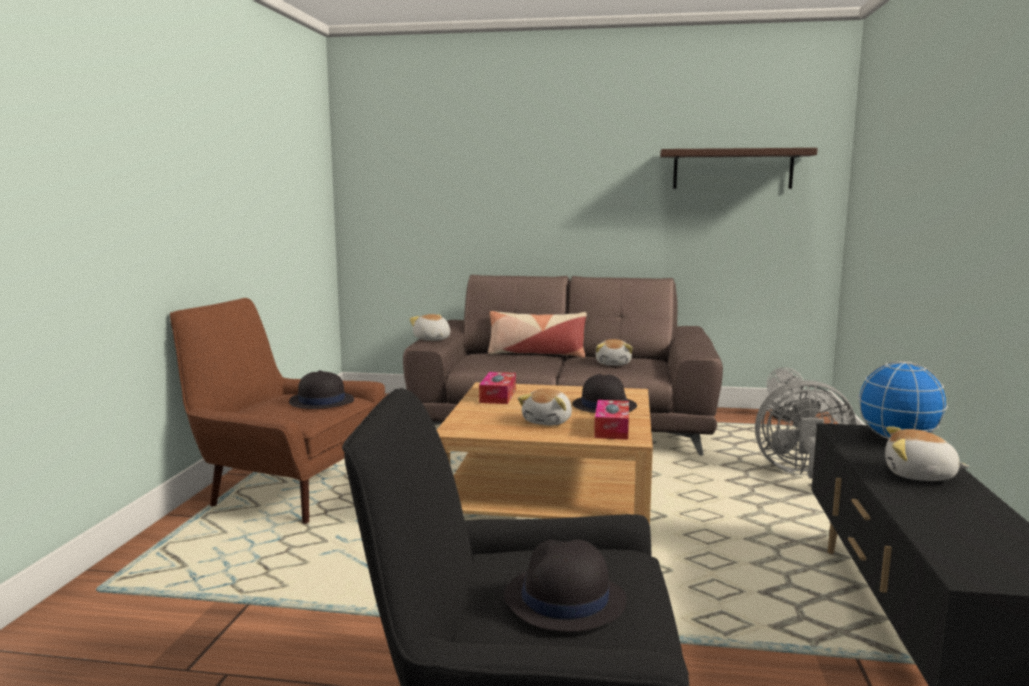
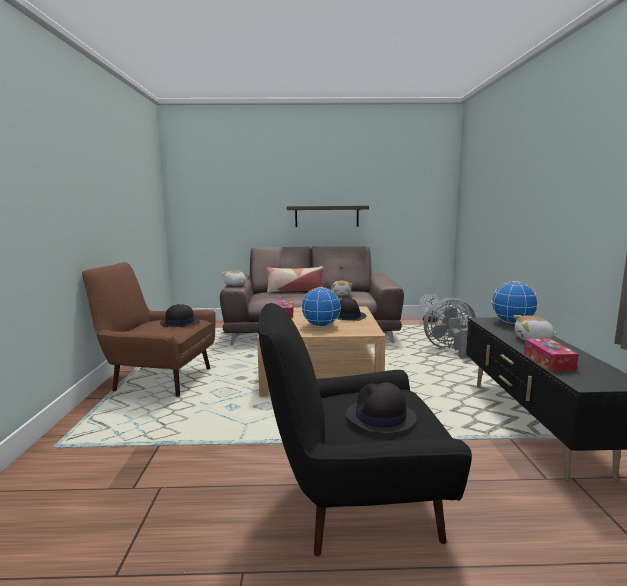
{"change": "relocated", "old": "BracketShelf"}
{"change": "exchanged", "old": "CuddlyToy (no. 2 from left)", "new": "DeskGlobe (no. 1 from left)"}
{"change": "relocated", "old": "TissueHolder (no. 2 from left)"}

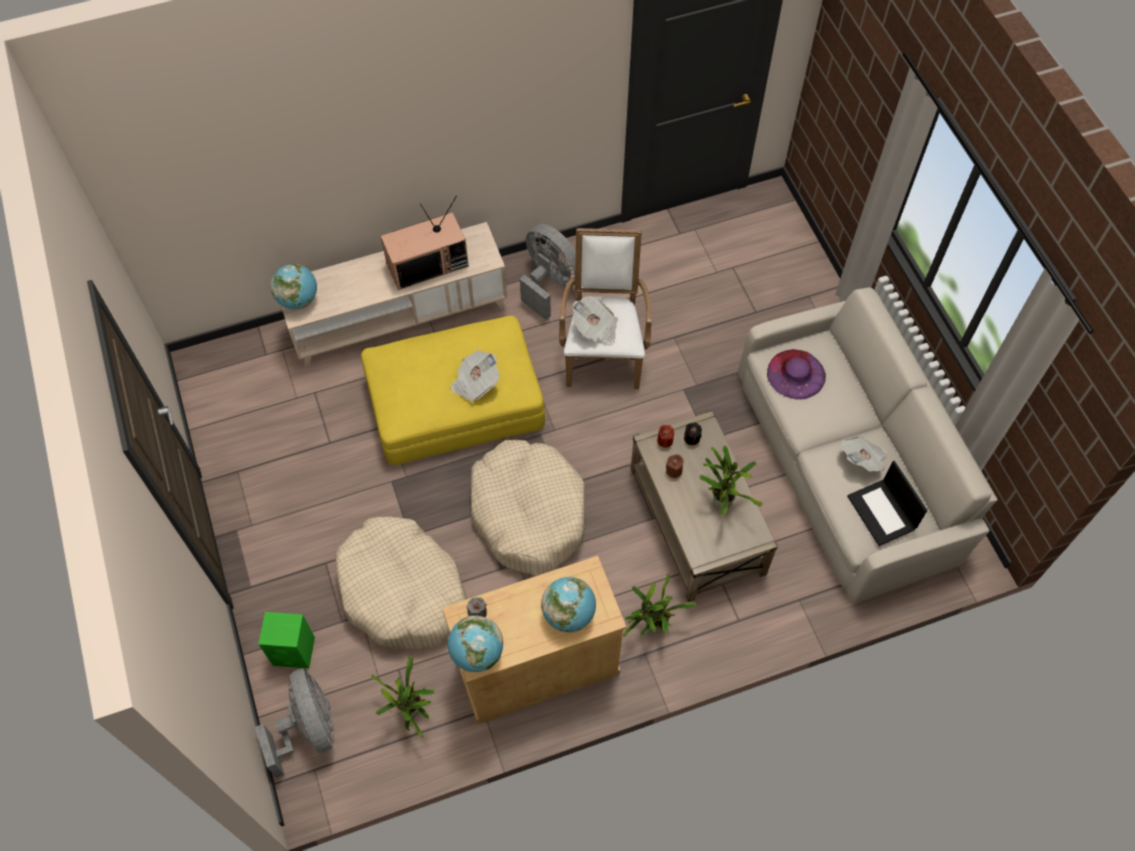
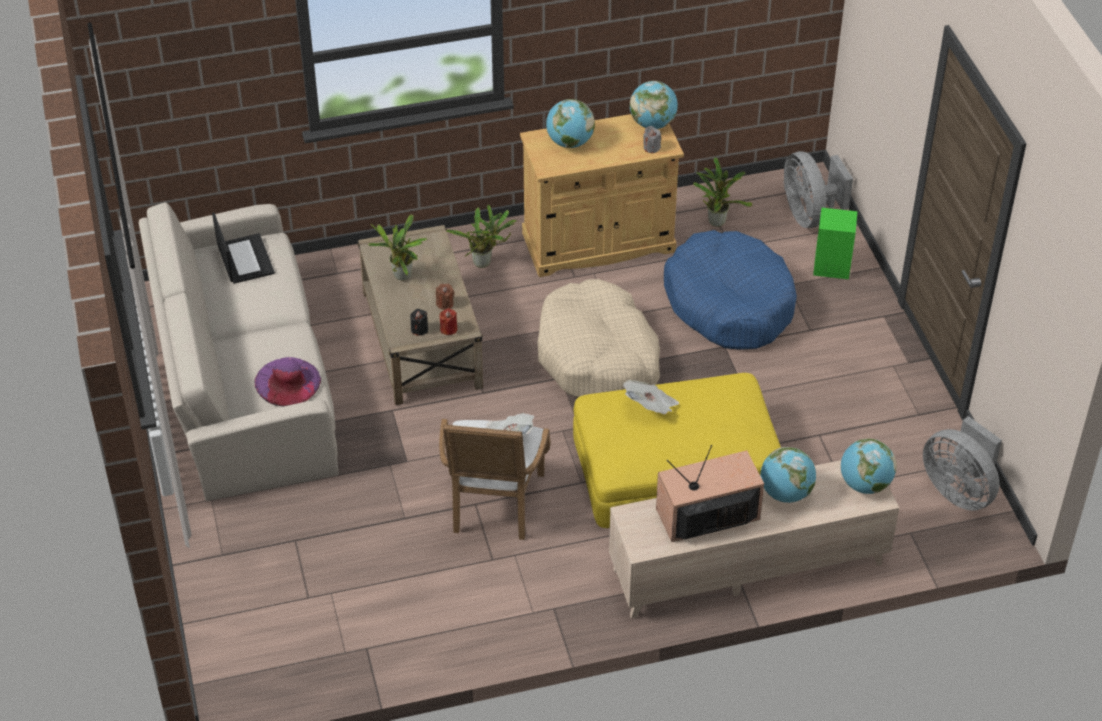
{"change": "colour", "old": "SandColouredDogCushion (no. 1 from left)", "new": "BlueDogCushion"}
{"change": "appeared", "new": "DeskGlobe (no. 3 from left)"}
{"change": "relocated", "old": "GreyFan (no. 2 from left)"}
{"change": "missing", "old": "PrintedPaper (no. 3 from left)"}

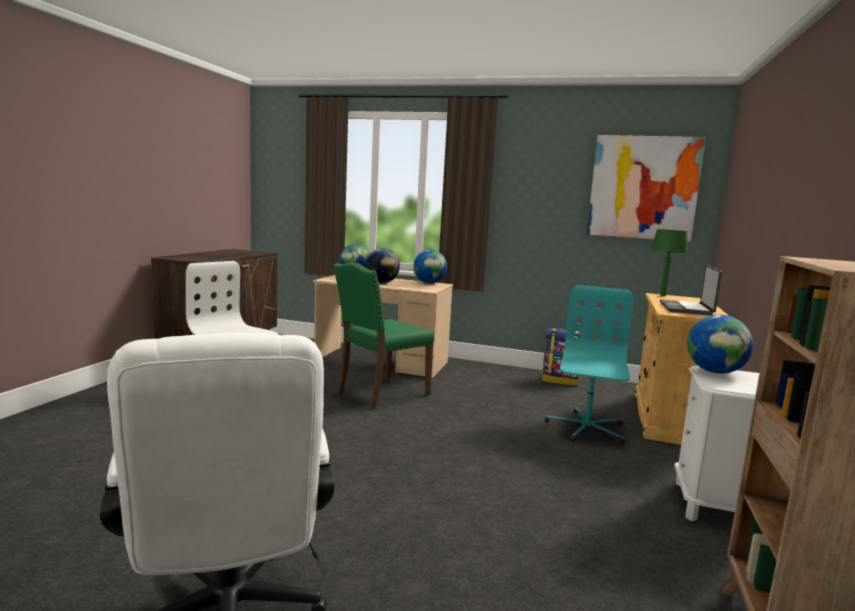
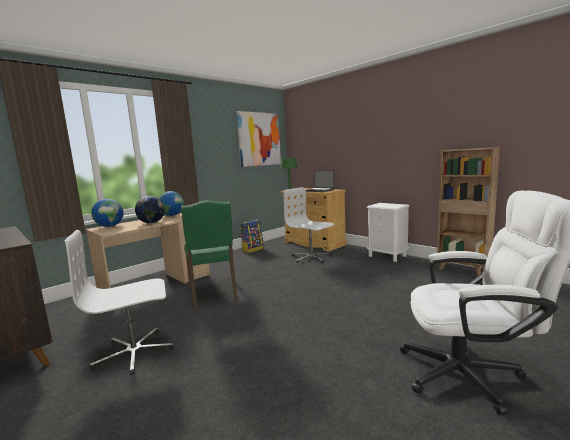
{"change": "colour", "old": "TurquoiseColouredComputerChair", "new": "WhiteColouredComputerChair (no. 2 from left)"}
{"change": "missing", "old": "DeskGlobe (no. 4 from left)"}

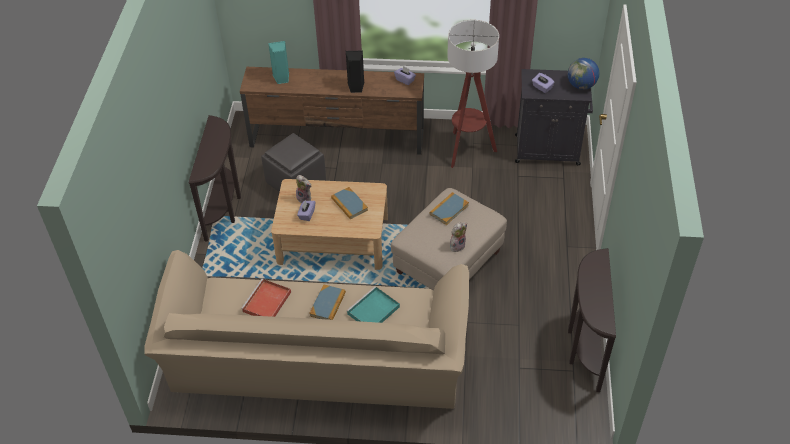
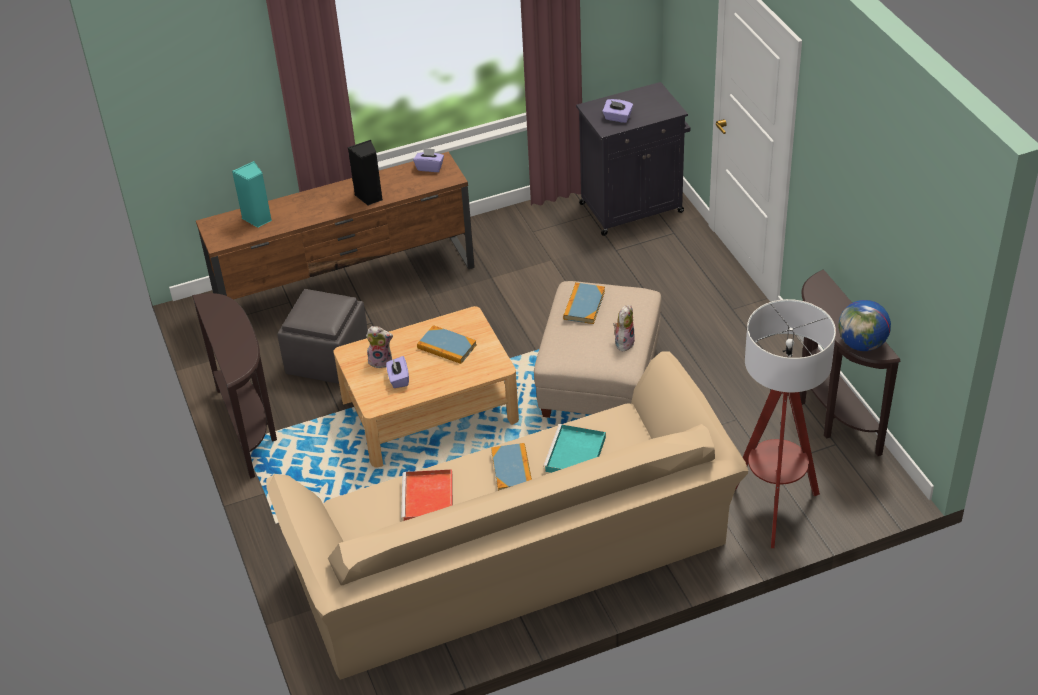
{"change": "relocated", "old": "StandingLamp"}
{"change": "relocated", "old": "DeskGlobe"}

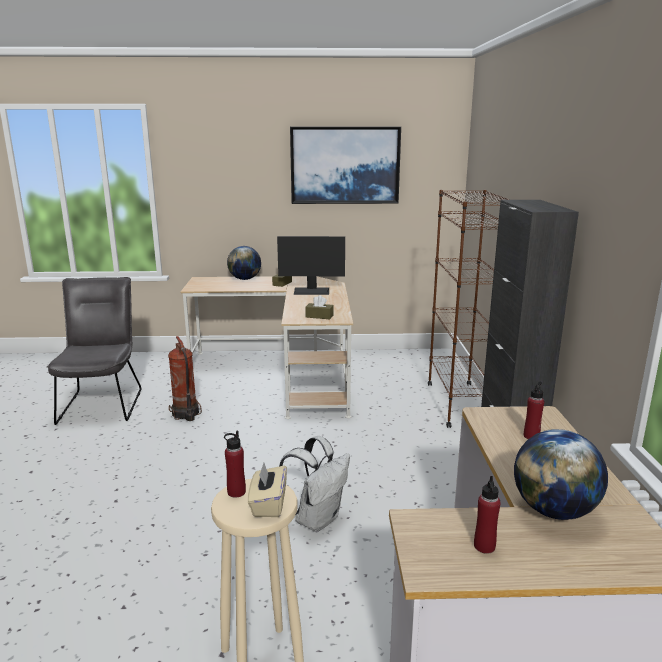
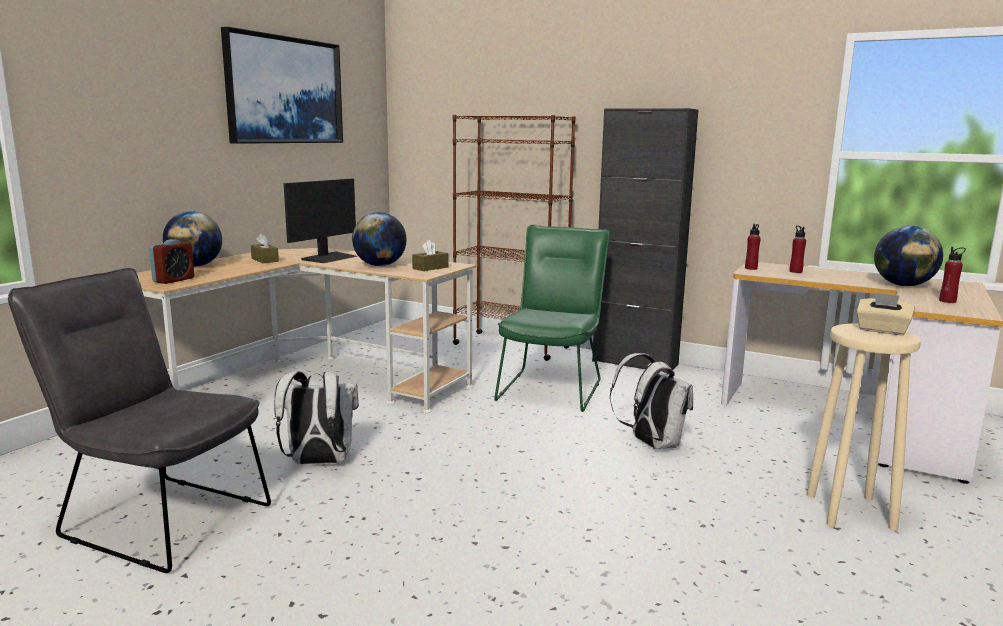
{"change": "appeared", "new": "AlarmClock"}
{"change": "exchanged", "old": "Extinguisher", "new": "WhiteColouredRucksack (no. 1 from left)"}
{"change": "appeared", "new": "DeskGlobe (no. 2 from left)"}
{"change": "appeared", "new": "GreenUprightChair"}
{"change": "relocated", "old": "RedBeverageBottle (no. 1 from left)"}

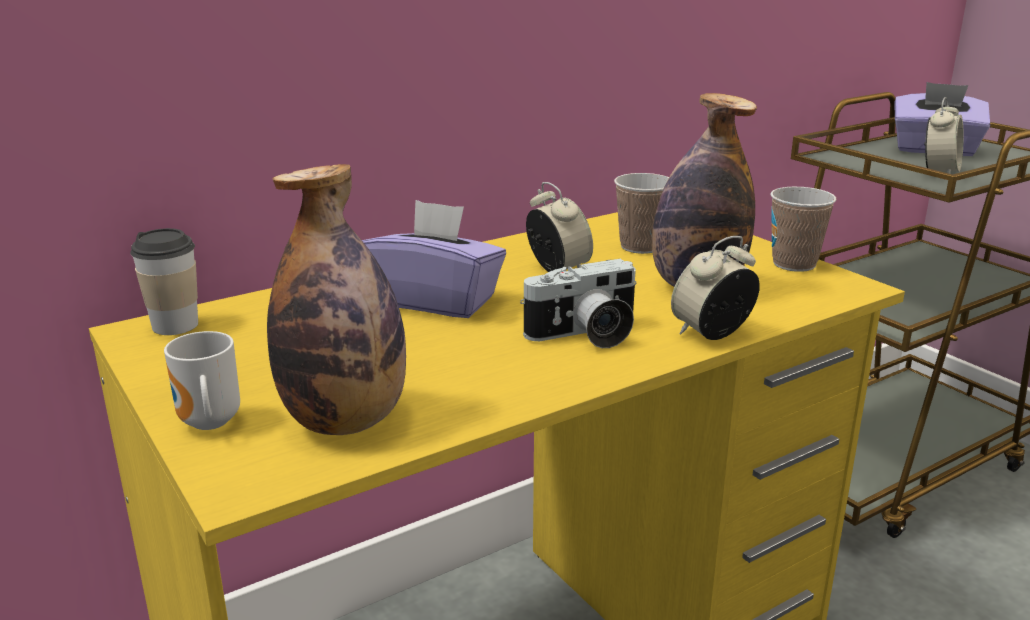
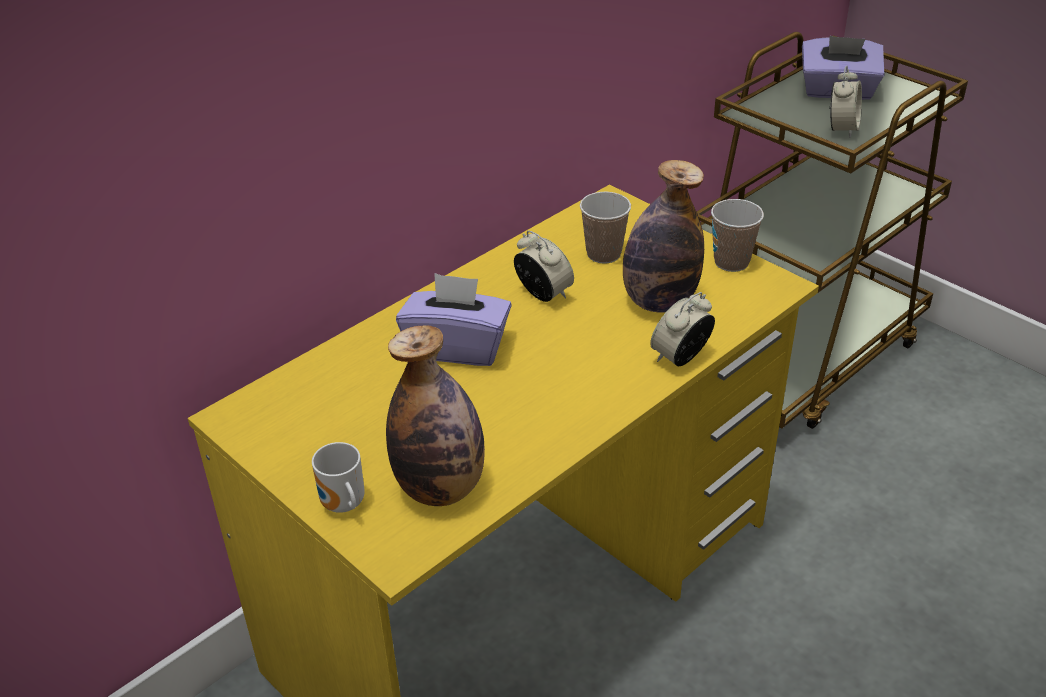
{"change": "missing", "old": "Cup (no. 1 from left)"}
{"change": "missing", "old": "StillCamera"}

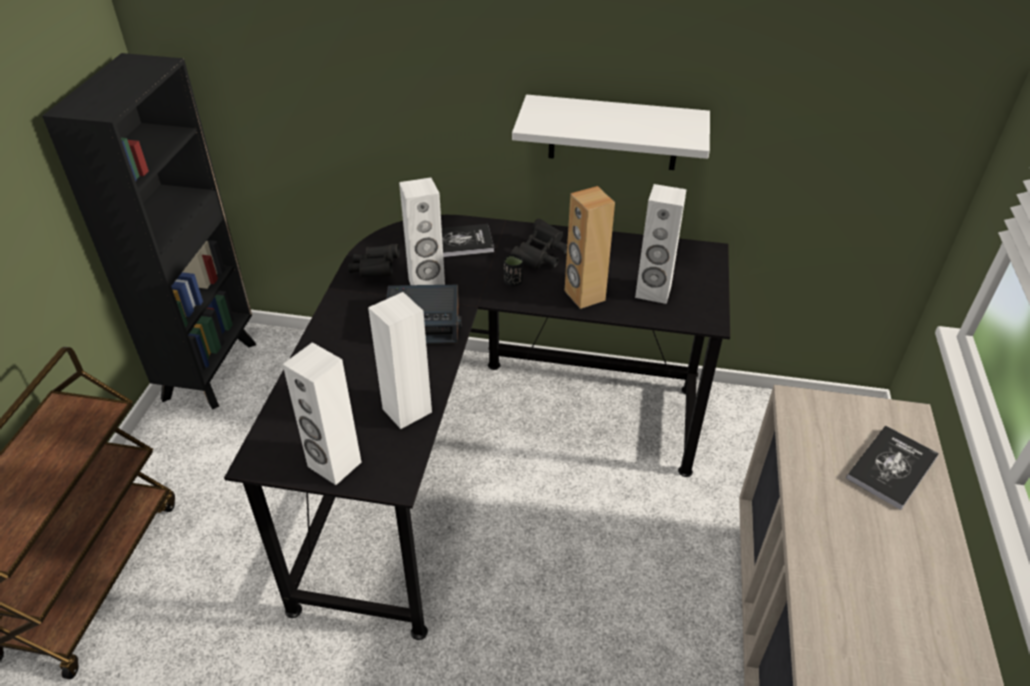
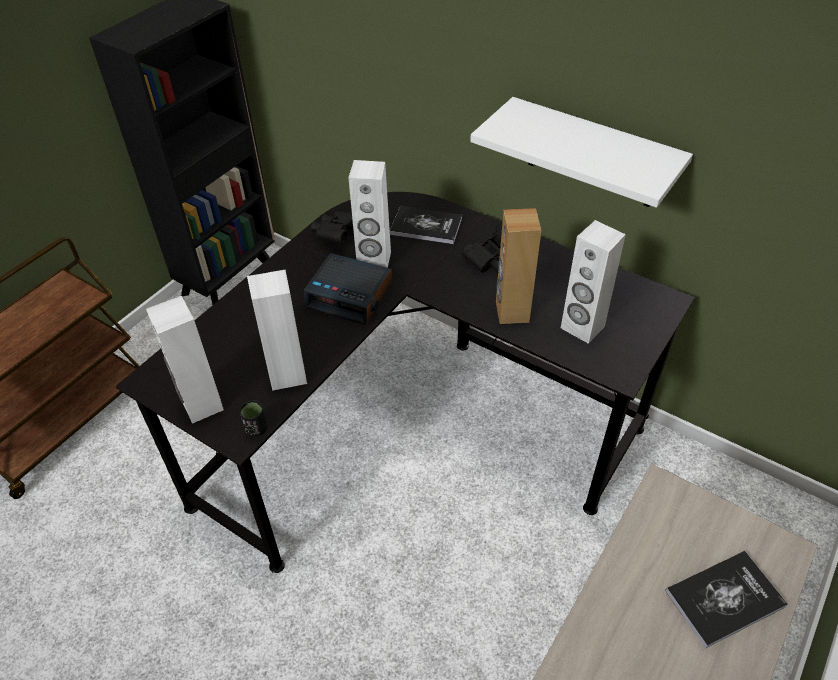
{"change": "relocated", "old": "BlackColouredCup"}

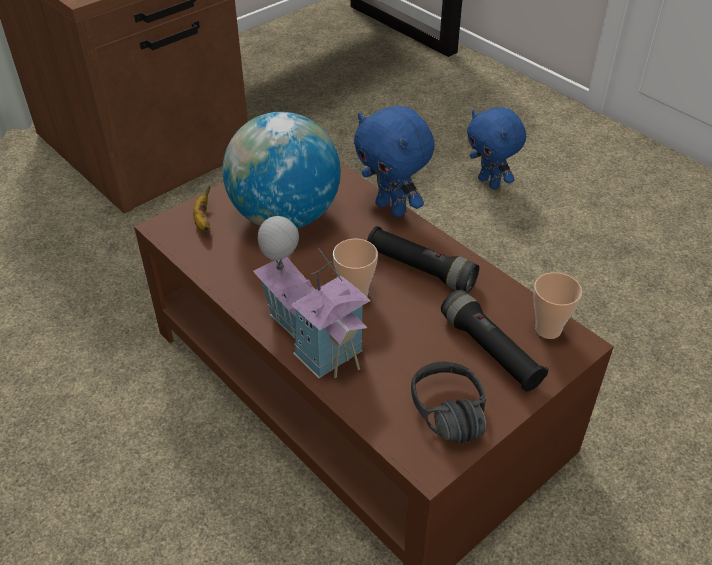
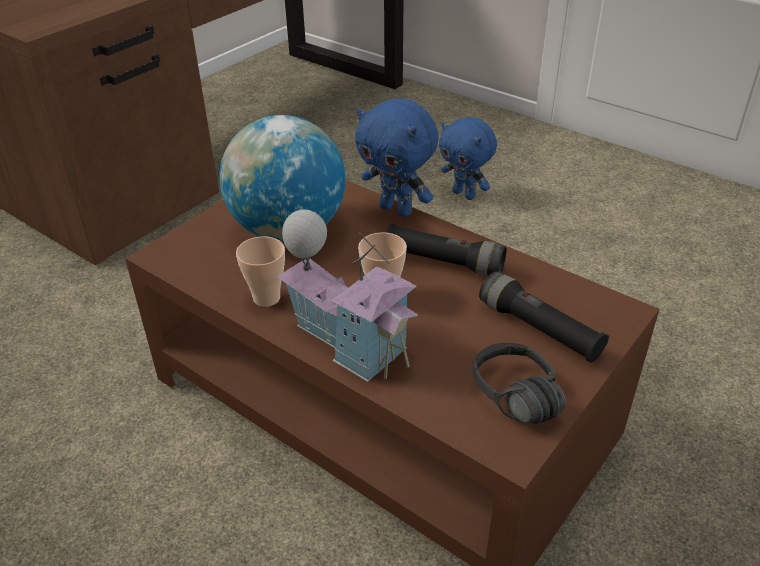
{"change": "relocated", "old": "Cup (no. 2 from left in the first image)", "new": "Cup (no. 1 from left)"}
{"change": "missing", "old": "BananaFruit"}

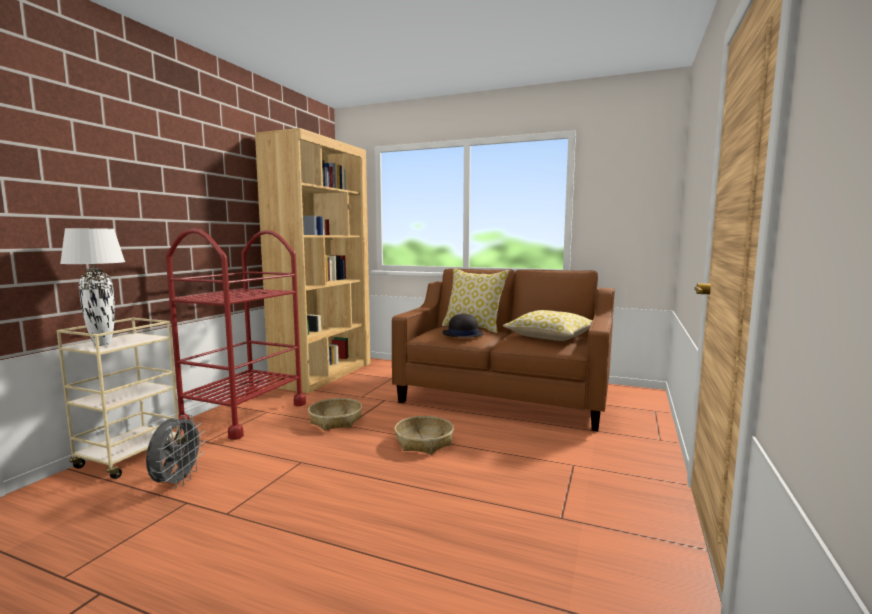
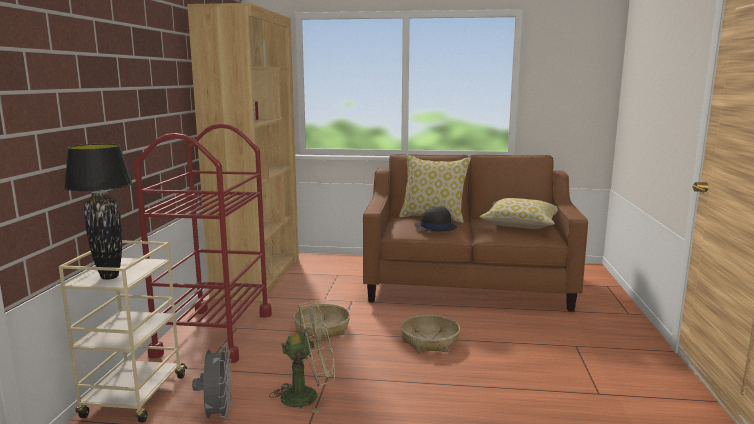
{"change": "colour", "old": "WhiteColouredTabletopLamp", "new": "BlackColouredTabletopLamp"}
{"change": "appeared", "new": "GreenFan"}

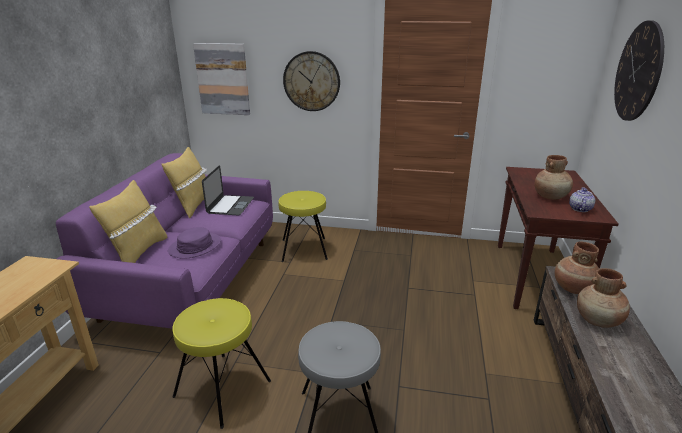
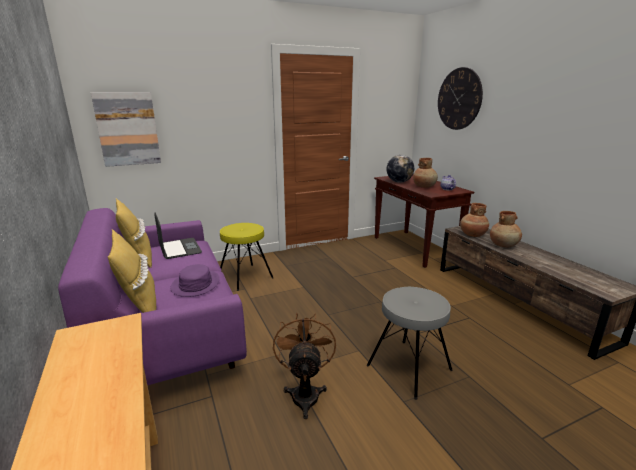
{"change": "exchanged", "old": "YellowishStoolSeat (no. 1 from left)", "new": "BrownColouredFan"}
{"change": "appeared", "new": "DeskGlobe"}
{"change": "missing", "old": "WallClock (no. 1 from left)"}

